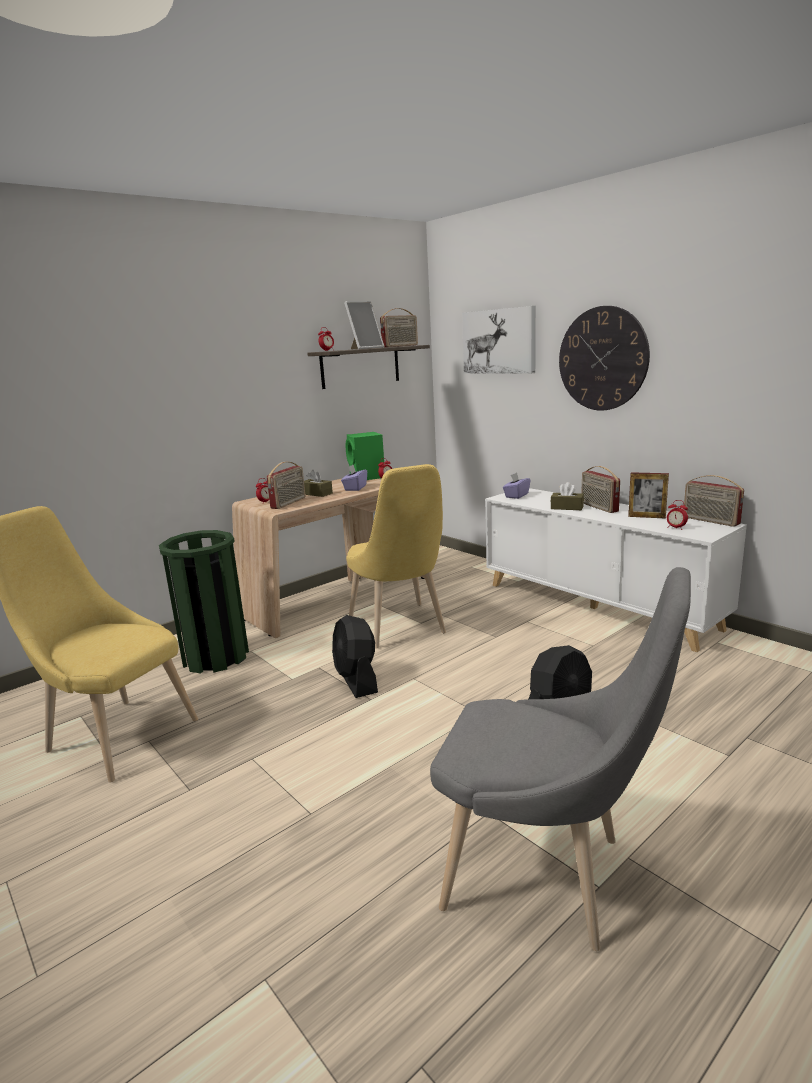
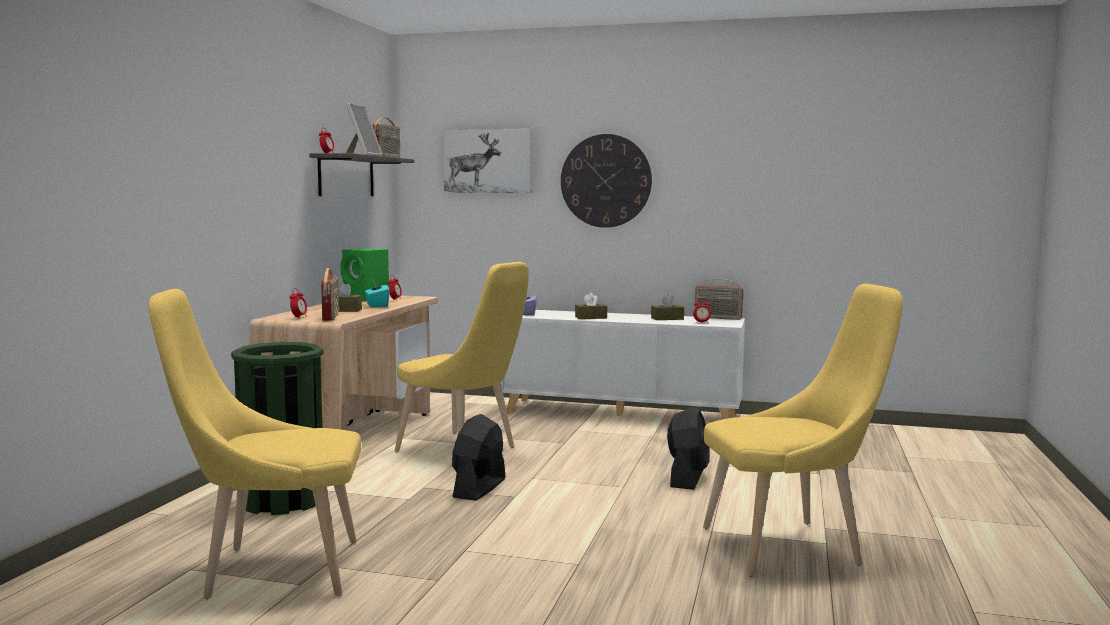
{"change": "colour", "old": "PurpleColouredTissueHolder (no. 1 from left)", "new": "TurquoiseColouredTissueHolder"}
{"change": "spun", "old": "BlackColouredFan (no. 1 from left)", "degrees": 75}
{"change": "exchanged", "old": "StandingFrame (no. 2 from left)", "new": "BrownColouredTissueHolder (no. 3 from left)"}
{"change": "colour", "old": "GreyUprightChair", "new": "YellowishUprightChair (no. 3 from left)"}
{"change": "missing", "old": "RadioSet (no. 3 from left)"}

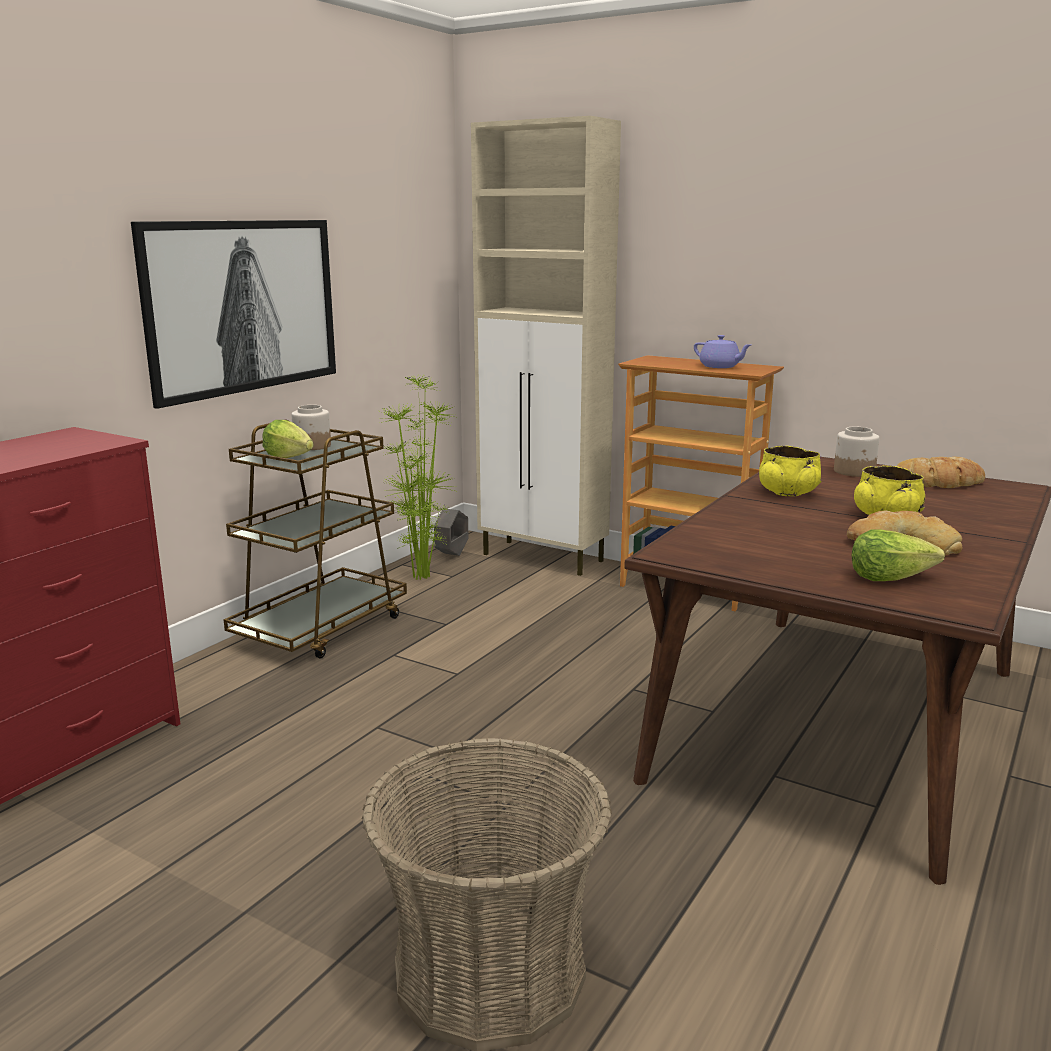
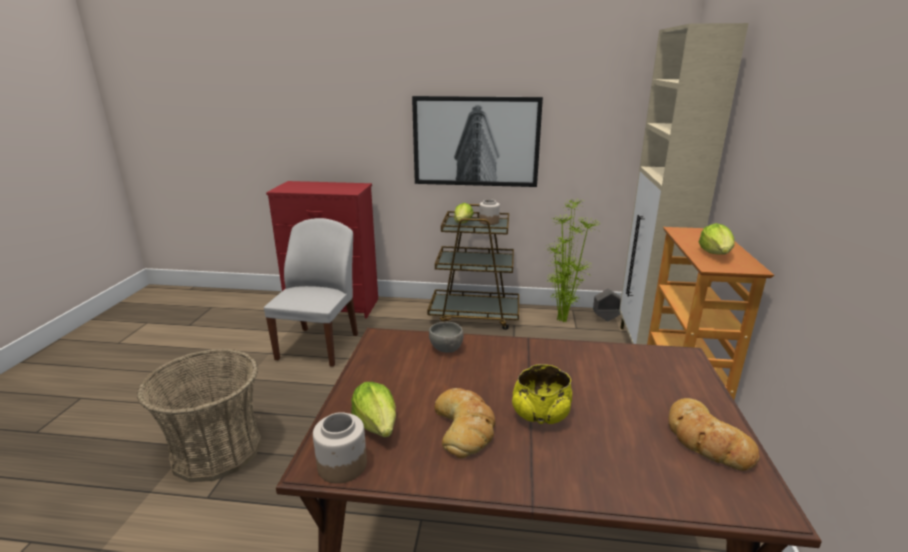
{"change": "appeared", "new": "WhiteColouredUprightChair"}
{"change": "relocated", "old": "PreserveJar (no. 2 from left in the first image)", "new": "PreserveJar (no. 1 from left)"}
{"change": "appeared", "new": "GreyServingBowl"}
{"change": "exchanged", "old": "PurpleColouredTeaPot", "new": "Lettuce (no. 3 from left)"}
{"change": "missing", "old": "YellowishServingBowl (no. 1 from left)"}

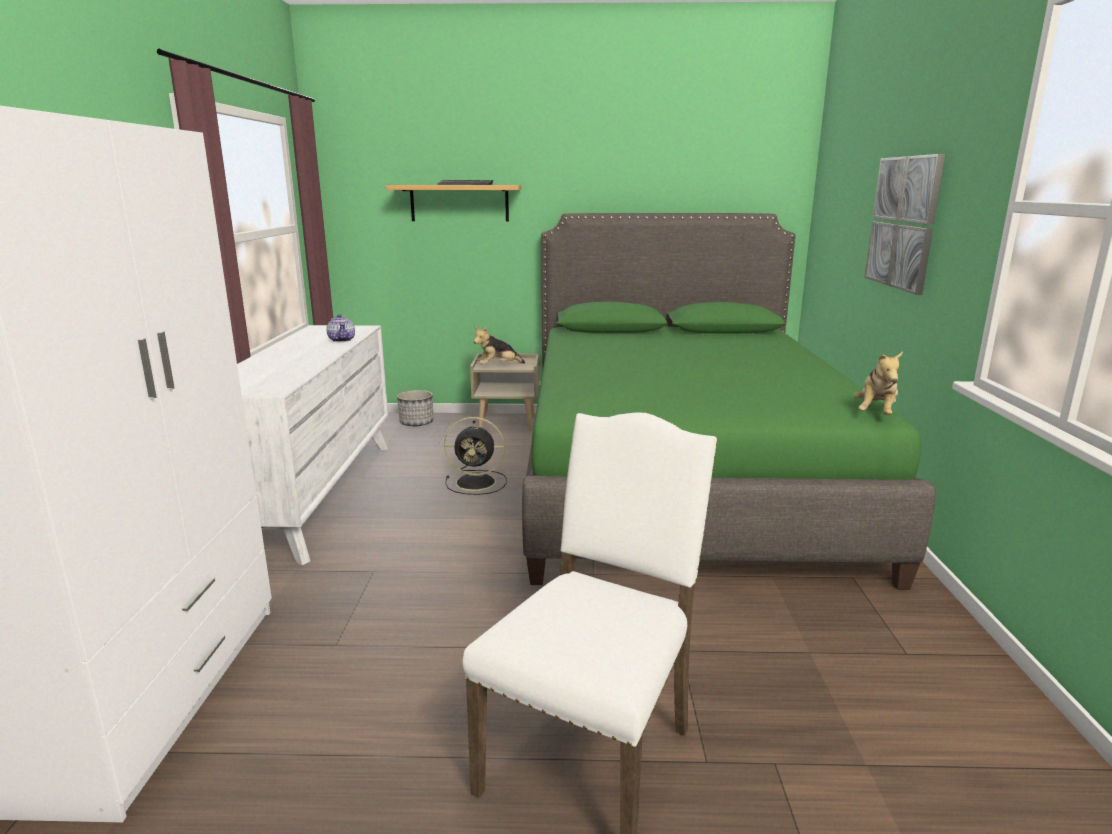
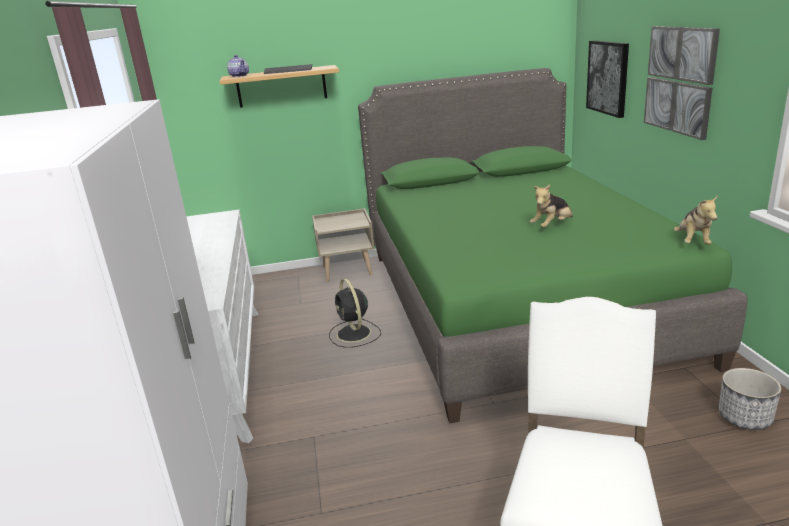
{"change": "relocated", "old": "TeaPot"}
{"change": "spun", "old": "BlackColouredFan", "degrees": 75}
{"change": "relocated", "old": "CuddlyToy (no. 1 from left)"}
{"change": "appeared", "new": "Picture (no. 1 from left)"}
{"change": "relocated", "old": "Planter"}

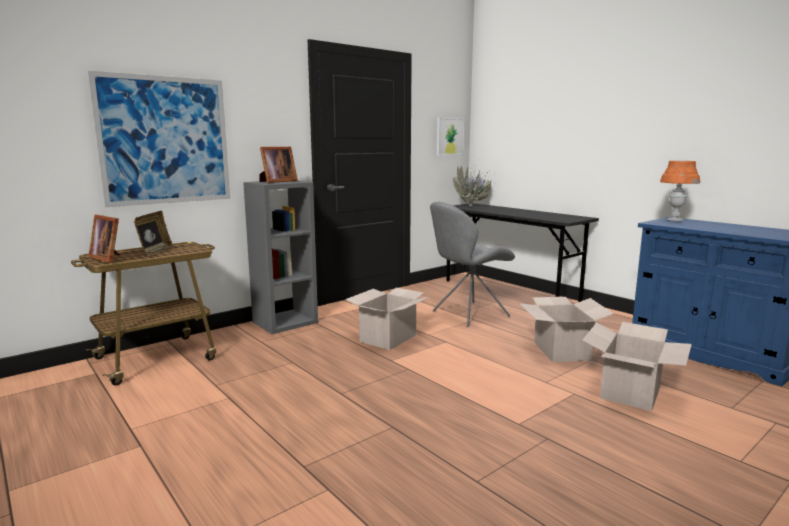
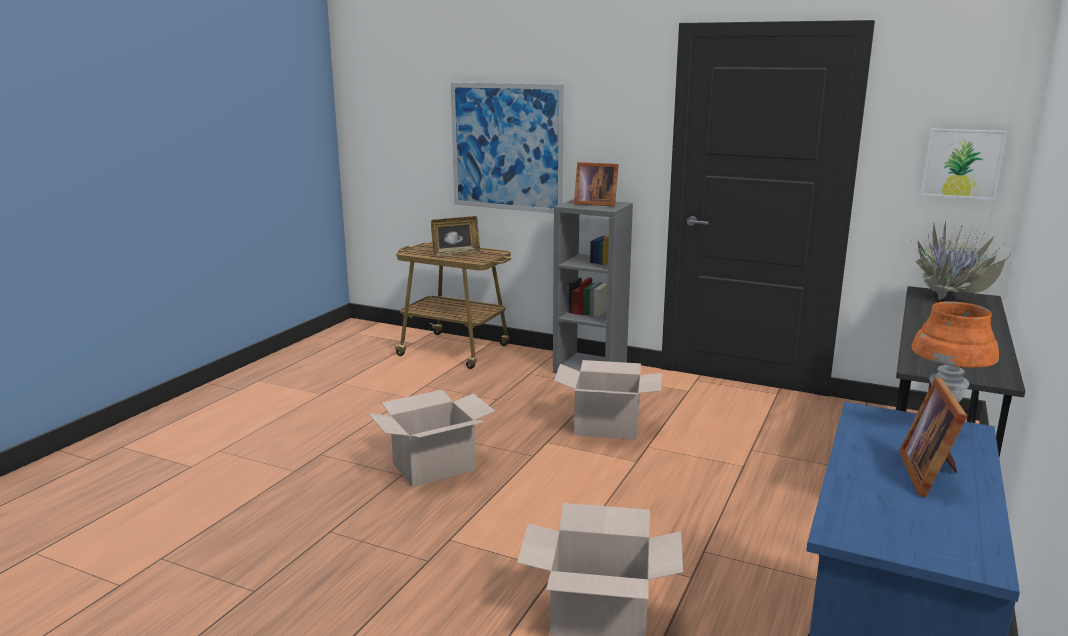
{"change": "relocated", "old": "Carton (no. 2 from left in the first image)", "new": "Carton (no. 1 from left)"}
{"change": "relocated", "old": "StandingFrame (no. 1 from left in the first image)", "new": "StandingFrame (no. 3 from left)"}
{"change": "missing", "old": "GreyUprightChair"}

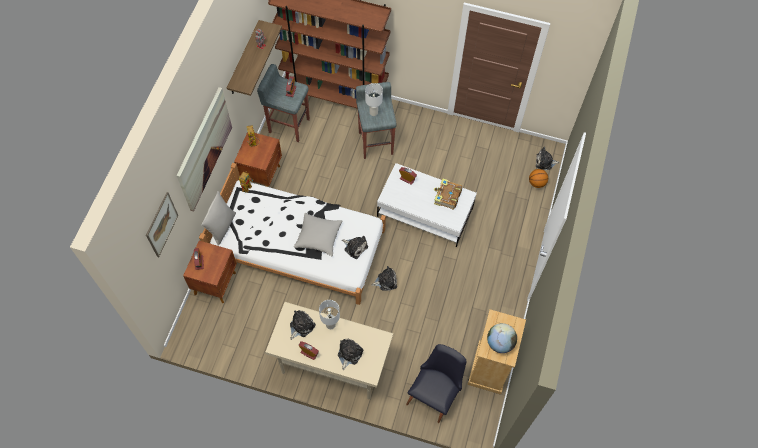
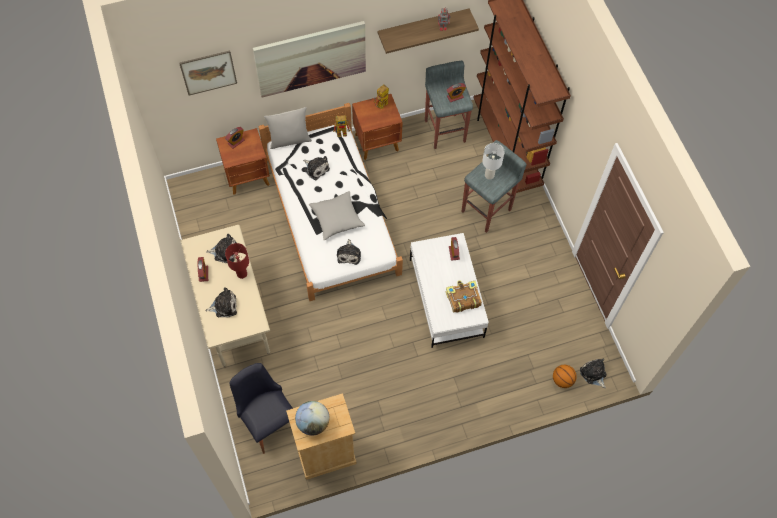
{"change": "colour", "old": "WhiteColouredTabletopLamp (no. 1 from left)", "new": "RedTabletopLamp"}
{"change": "spun", "old": "BlackColouredUprightChair", "degrees": -120}
{"change": "relocated", "old": "CuddlyToy (no. 4 from left in the first image)", "new": "CuddlyToy (no. 3 from left)"}

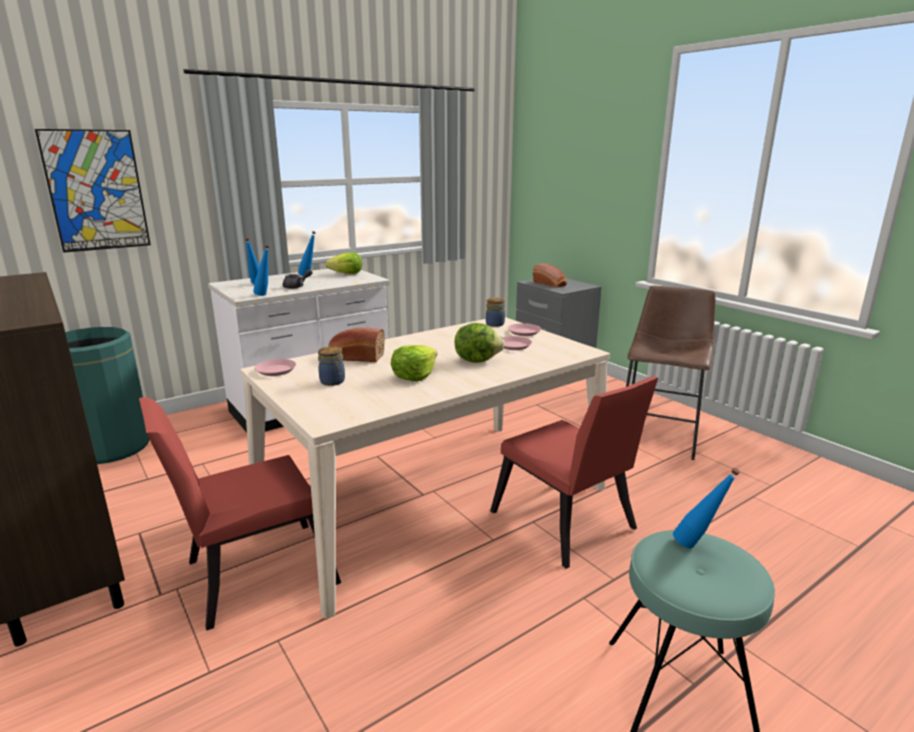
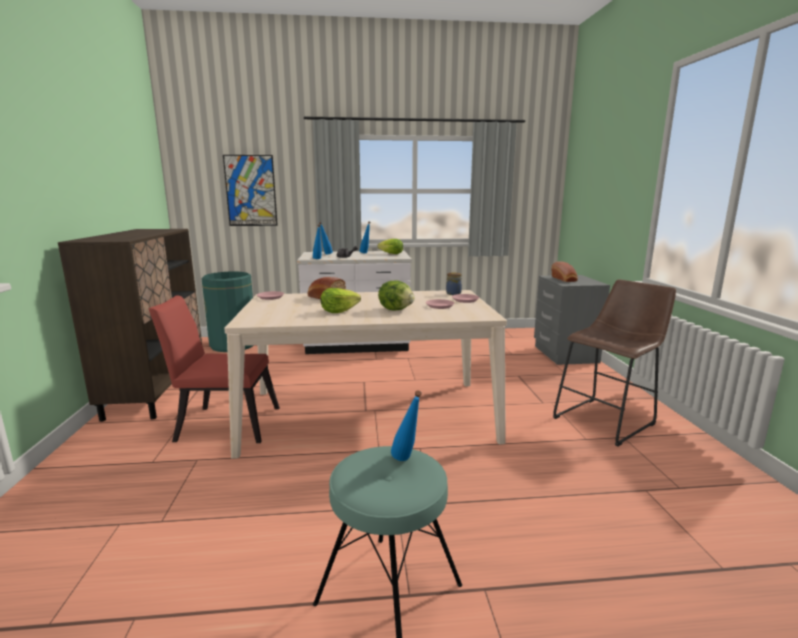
{"change": "missing", "old": "PreserveJar (no. 1 from left)"}
{"change": "missing", "old": "RedUprightChair (no. 2 from left)"}

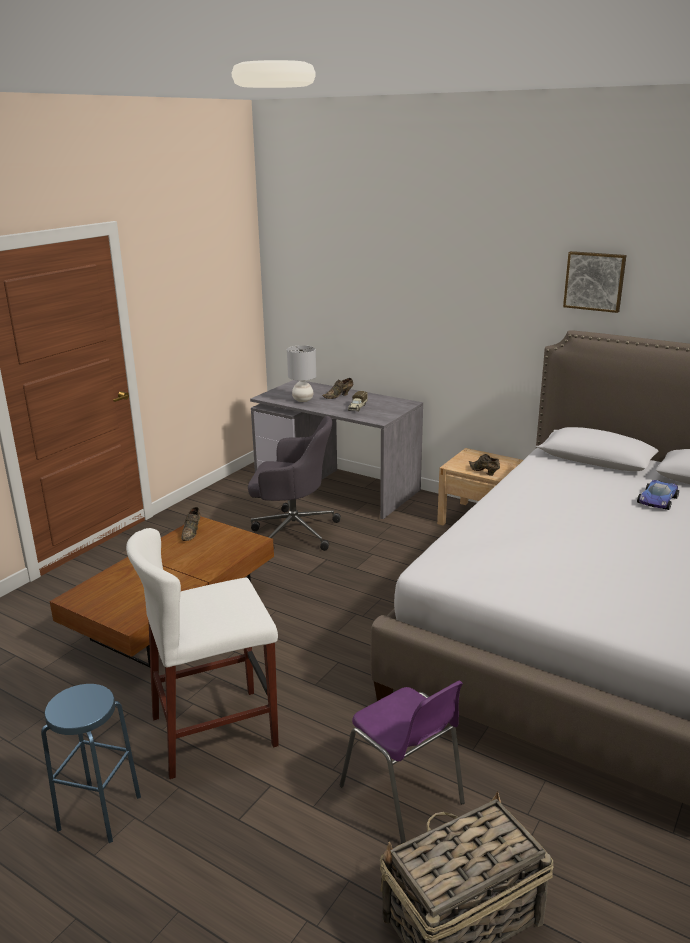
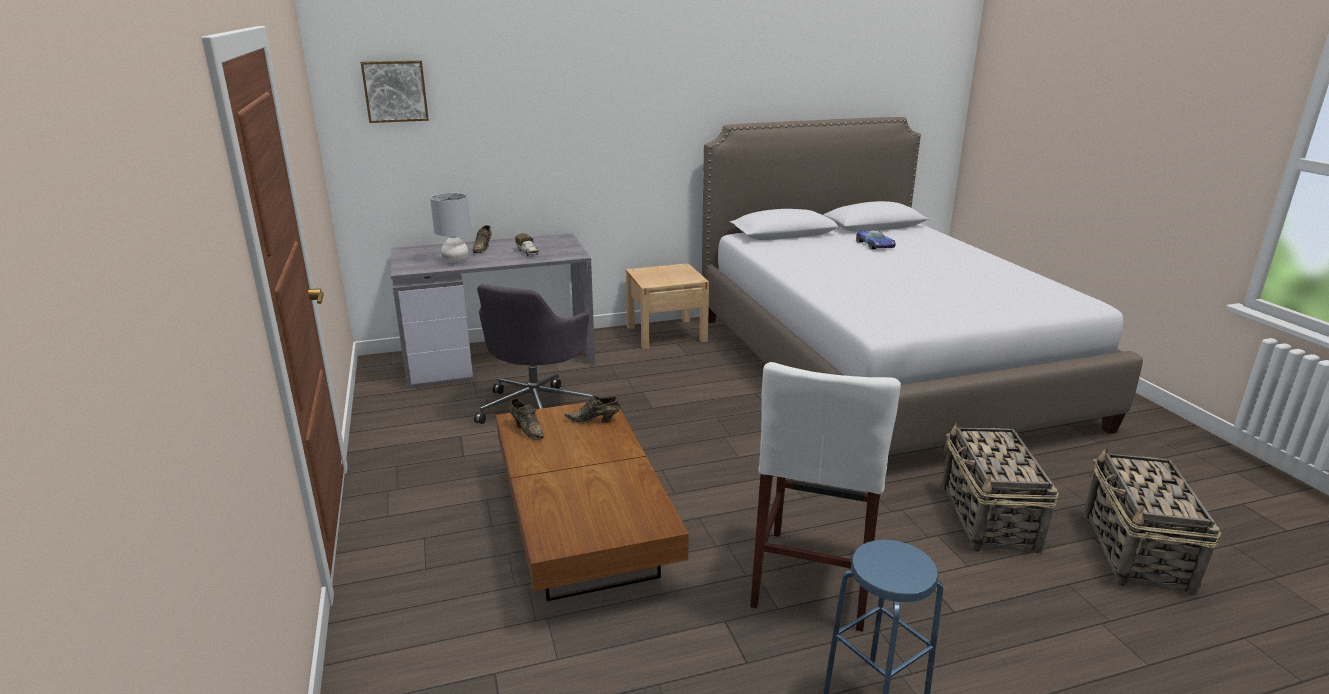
{"change": "relocated", "old": "Picture"}
{"change": "spun", "old": "GreyComputerChair", "degrees": 150}
{"change": "relocated", "old": "BrownColouredLowShoe (no. 3 from left)"}
{"change": "exchanged", "old": "PurpleColouredUprightChair", "new": "StorageBasket (no. 1 from left)"}

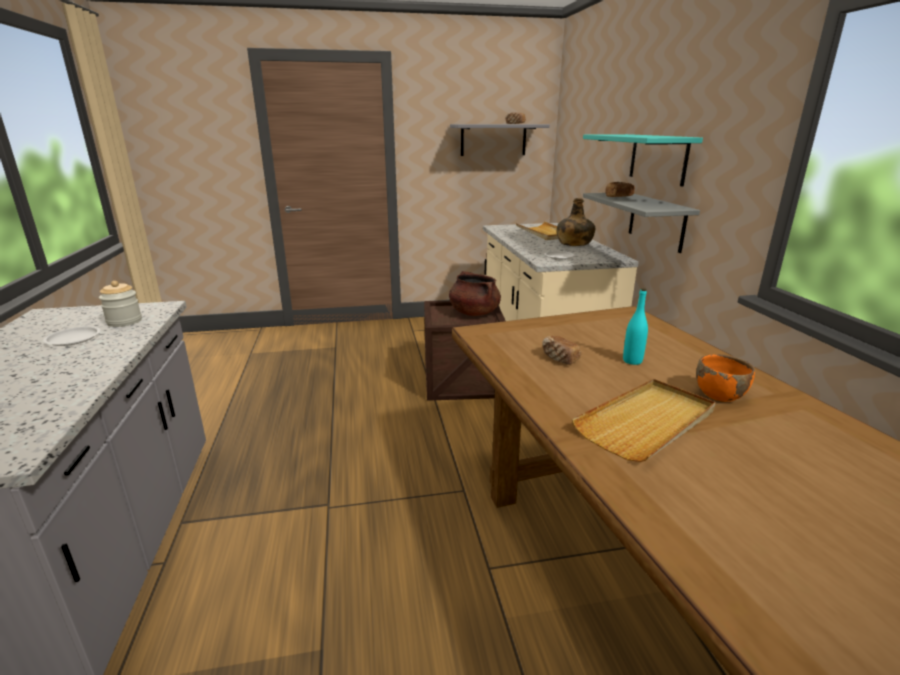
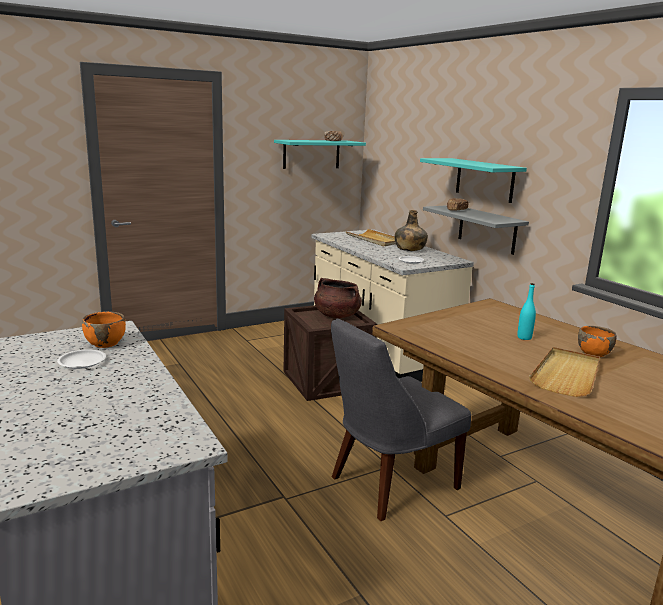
{"change": "exchanged", "old": "PreserveJar", "new": "OrangeColouredServingBowl (no. 1 from left)"}
{"change": "colour", "old": "GreyBracketShelf (no. 1 from left)", "new": "TurquoiseColouredBracketShelf (no. 1 from left)"}
{"change": "appeared", "new": "GreyUprightChair"}
{"change": "missing", "old": "Bread (no. 2 from left)"}

